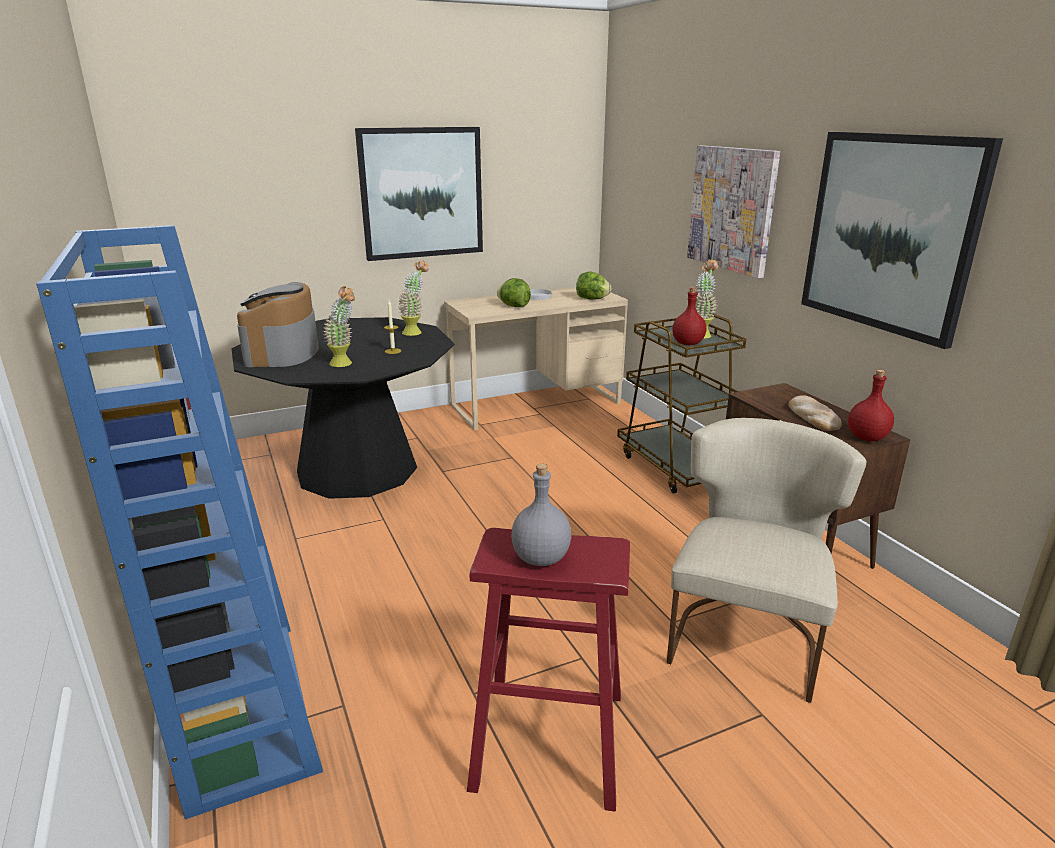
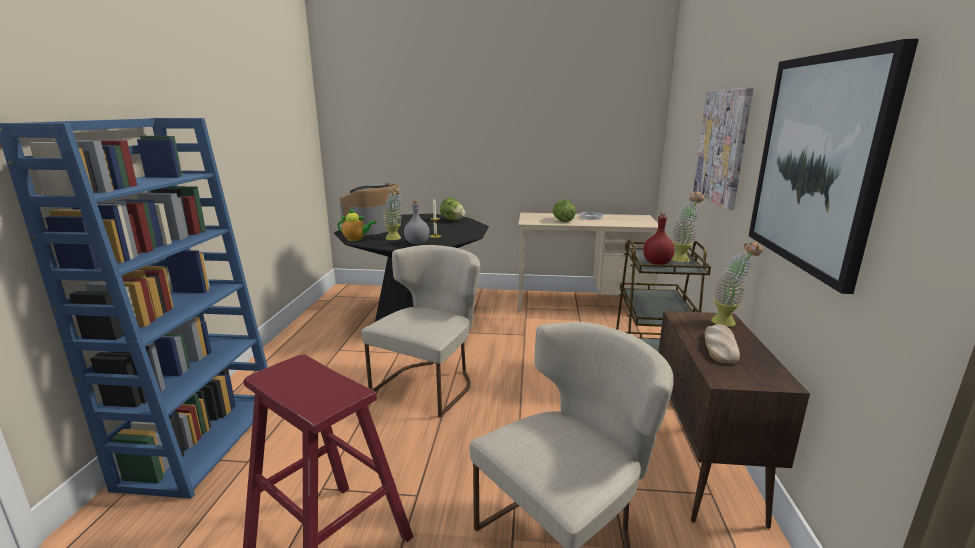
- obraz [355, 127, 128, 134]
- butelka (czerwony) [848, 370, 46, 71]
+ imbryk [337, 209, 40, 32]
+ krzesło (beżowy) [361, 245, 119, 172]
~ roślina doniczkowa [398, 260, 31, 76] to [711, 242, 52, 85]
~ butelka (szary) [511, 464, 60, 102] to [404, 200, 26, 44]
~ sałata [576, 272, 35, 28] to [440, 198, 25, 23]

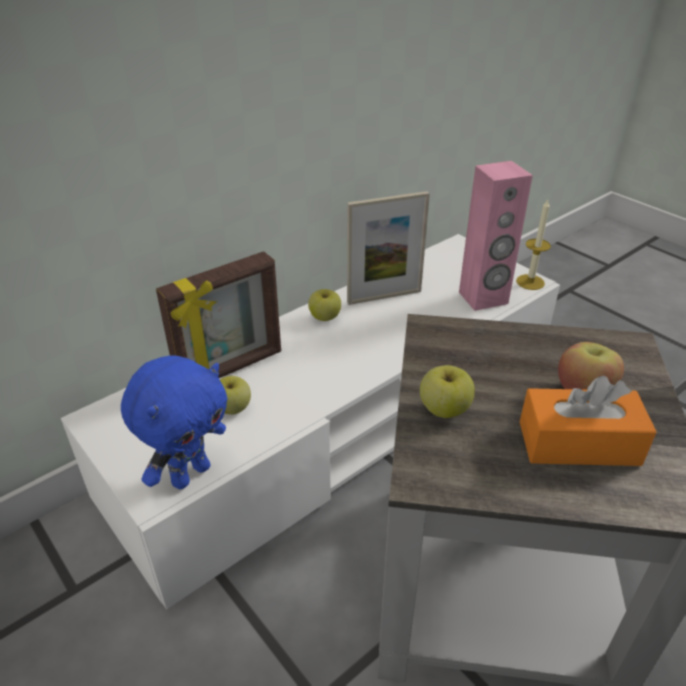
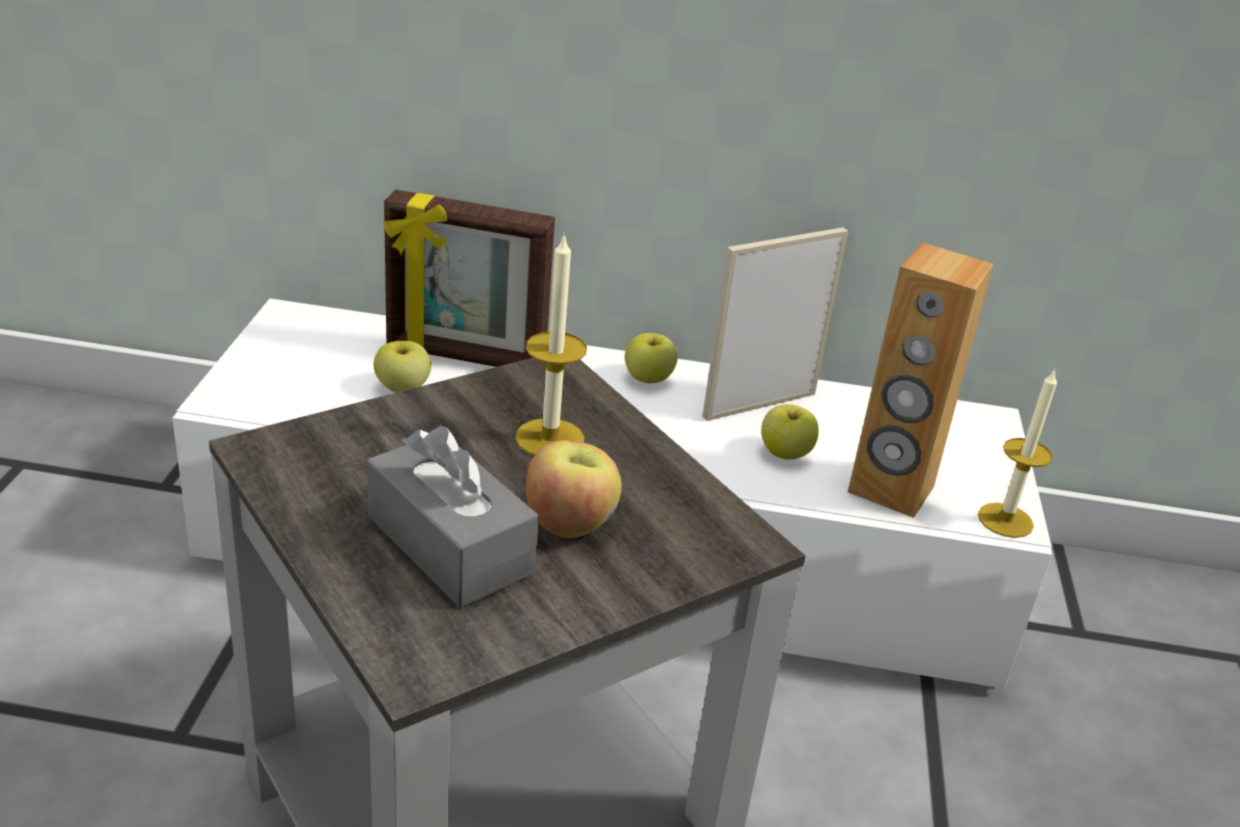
- pluszak (niebieski) [121, 355, 107, 134]
+ świeca [515, 233, 72, 223]
~ jabłko [420, 365, 55, 53] to [761, 404, 58, 56]
~ głośnik (różowy) [459, 161, 74, 150] to głośnik (brązowy) [848, 243, 145, 275]
~ pudełko chusteczek (pomarańczowy) [520, 376, 137, 90] to pudełko chusteczek (szary) [367, 426, 172, 182]
~ ramka na zdjęcie [347, 191, 83, 114] = [702, 227, 146, 194] 120 degrees clockwise

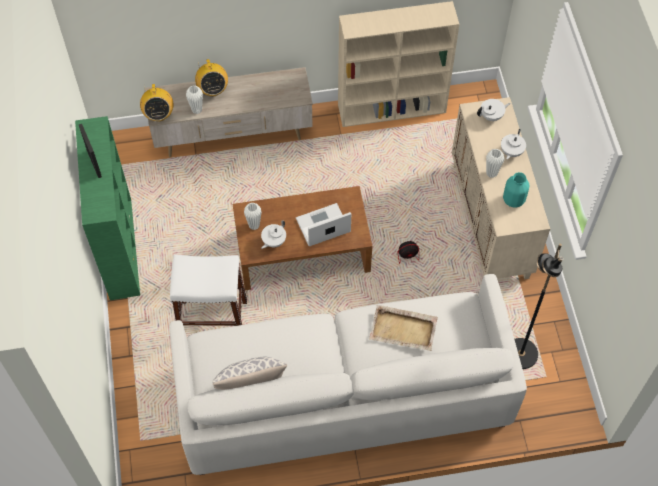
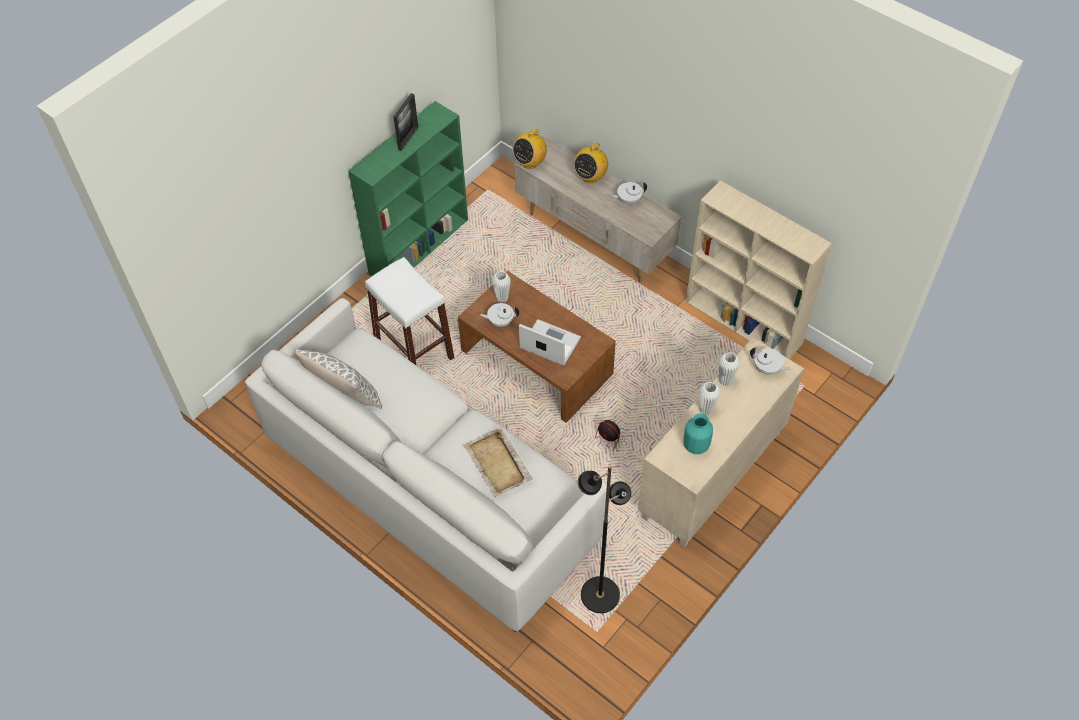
~ wazon (biały) [186, 86, 17, 28] to [719, 352, 21, 34]
~ imbryk (biały) [501, 128, 25, 31] to [611, 182, 36, 23]

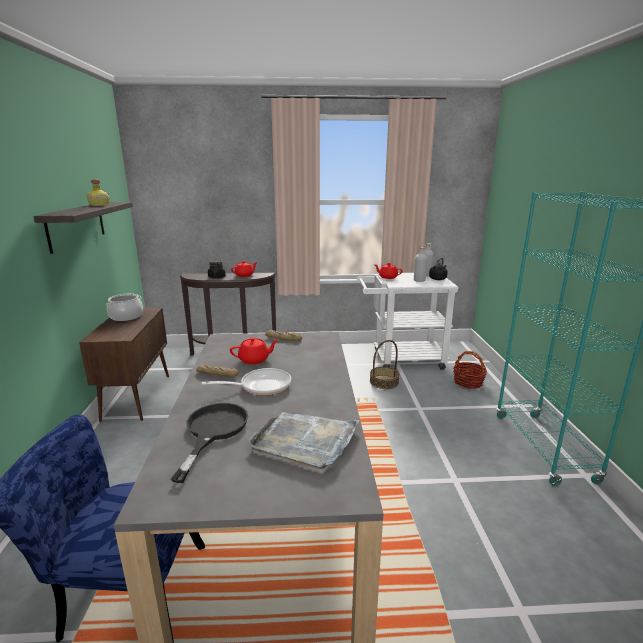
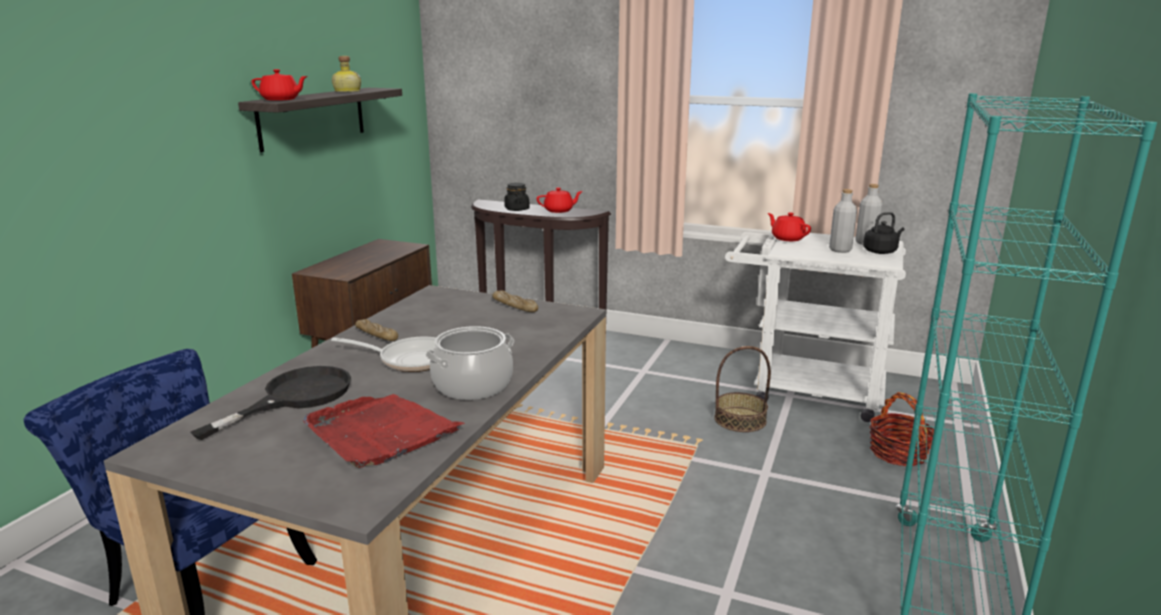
~ garnek [105, 294, 38, 27] to [425, 326, 89, 74]
~ imbryk (czerwony) [230, 337, 48, 27] to [252, 69, 55, 32]
~ taca (szary) [247, 412, 113, 57] to taca (czerwony) [303, 394, 162, 74]

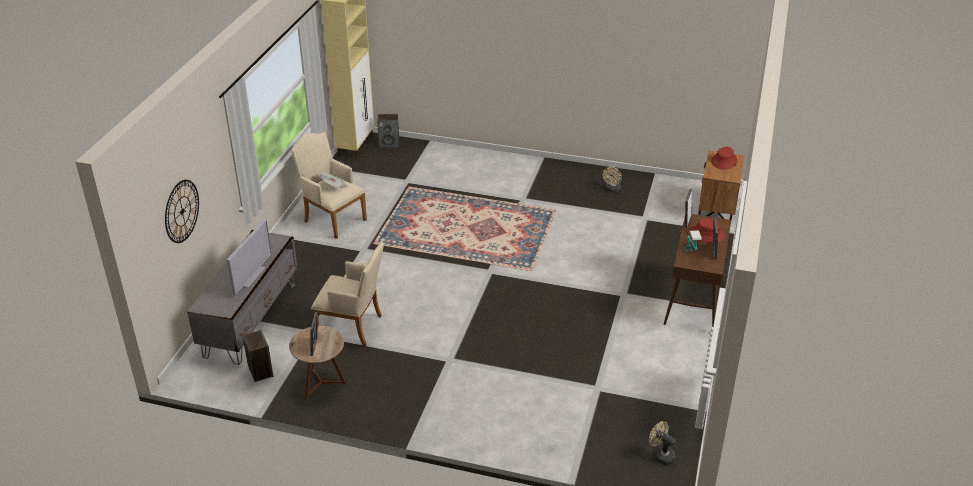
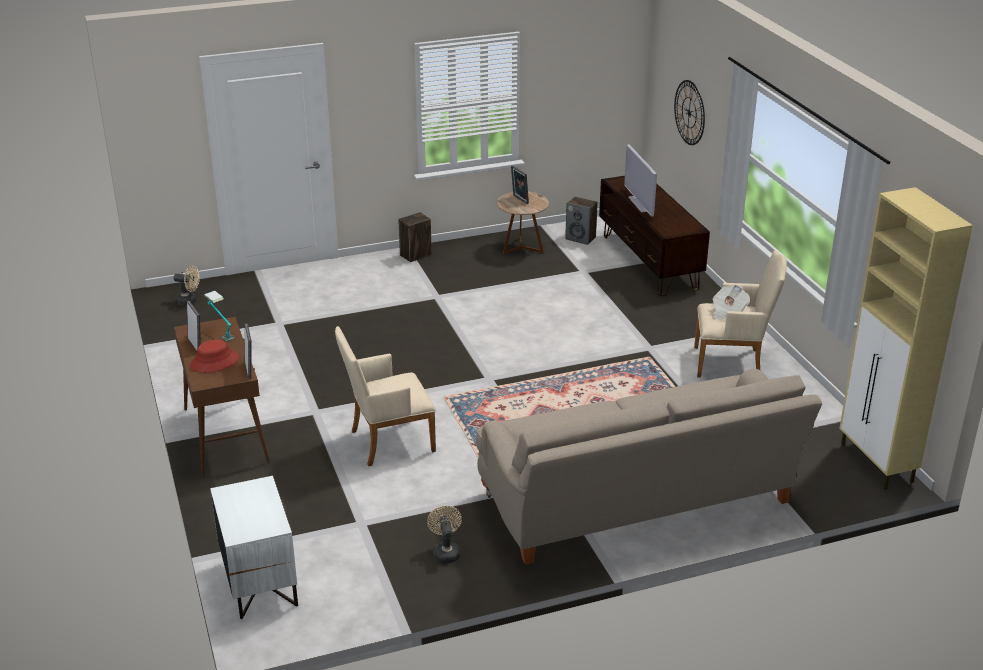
- kapelusz (czerwony) [711, 147, 27, 22]
+ kanapa (beżowy) [476, 369, 346, 196]
~ fotel (beżowy) [311, 241, 72, 105] to [335, 326, 101, 140]
~ głośnik [377, 114, 22, 34] to [398, 212, 34, 50]
~ szafka pod telewizor (szary) [187, 230, 111, 135] to szafka pod telewizor (brązowy) [599, 176, 111, 120]
~ szafka nocna (brązowy) [698, 150, 47, 70] to szafka nocna (biały) [210, 476, 88, 143]

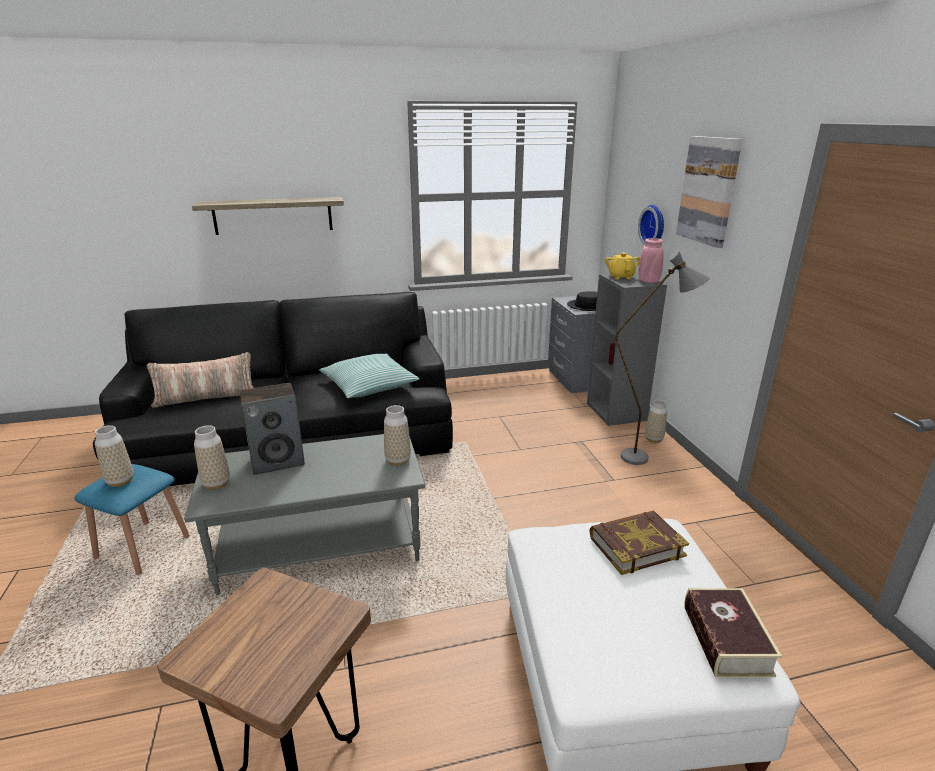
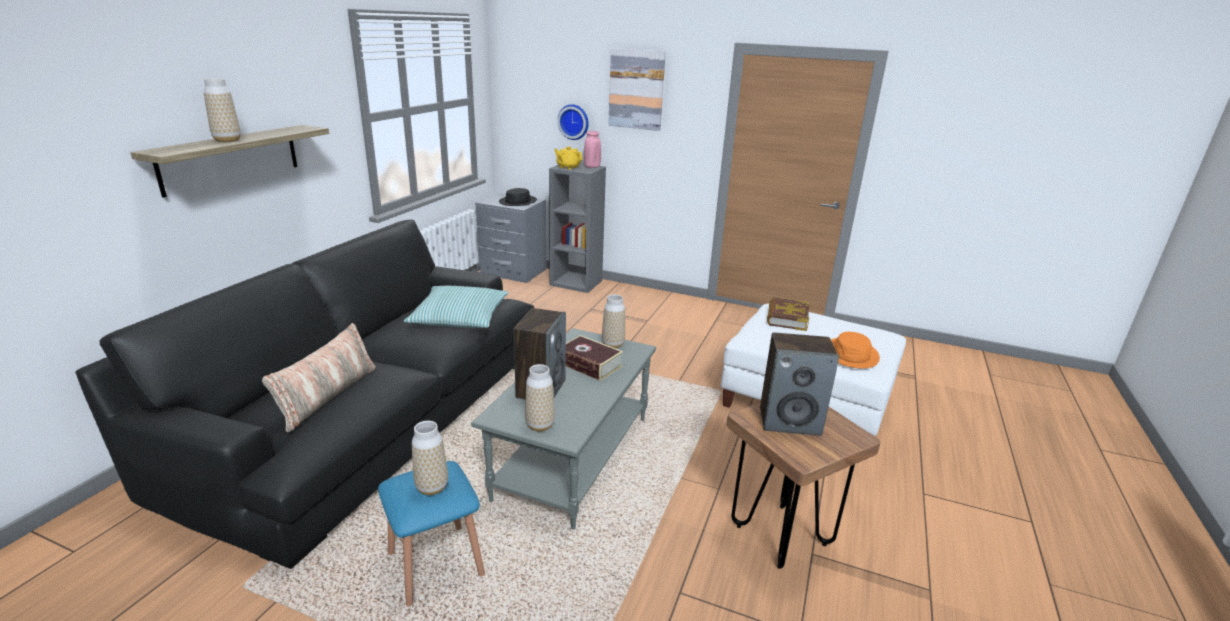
- lampa stojąca (szary) [615, 250, 95, 215]
+ głośnik [760, 332, 79, 104]
+ kapelusz (pomarańczowy) [831, 332, 49, 37]
~ wazon [645, 399, 22, 44] to [204, 78, 37, 64]
~ książka [684, 588, 98, 89] to [566, 335, 57, 46]

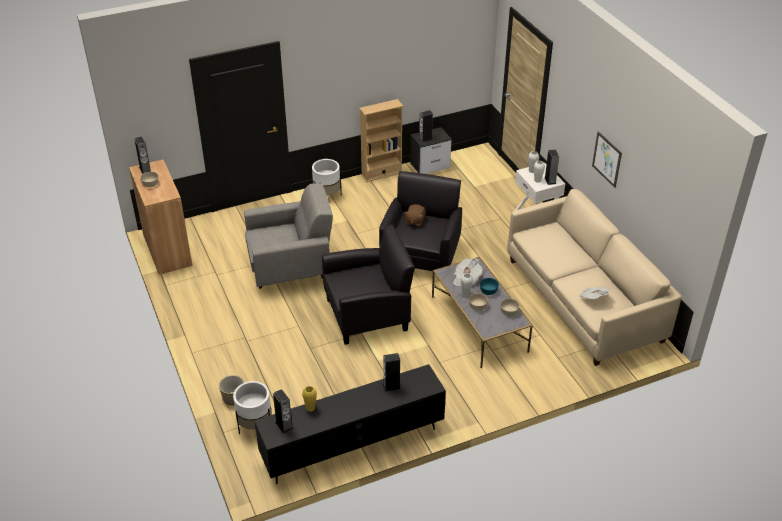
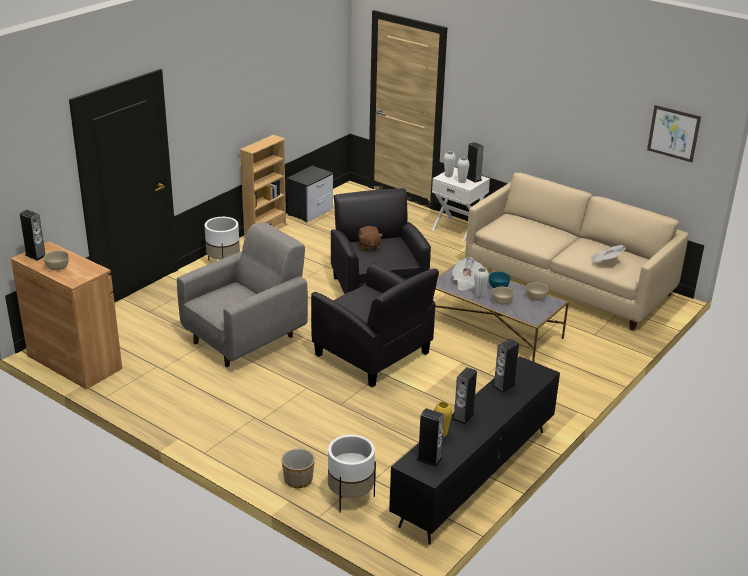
~ głośnik [419, 110, 14, 33] to [453, 367, 24, 58]
~ obraz [592, 131, 30, 57] to [647, 105, 54, 57]
~ fotel (czarny) [322, 225, 93, 120] = [311, 263, 128, 124] 90 degrees clockwise

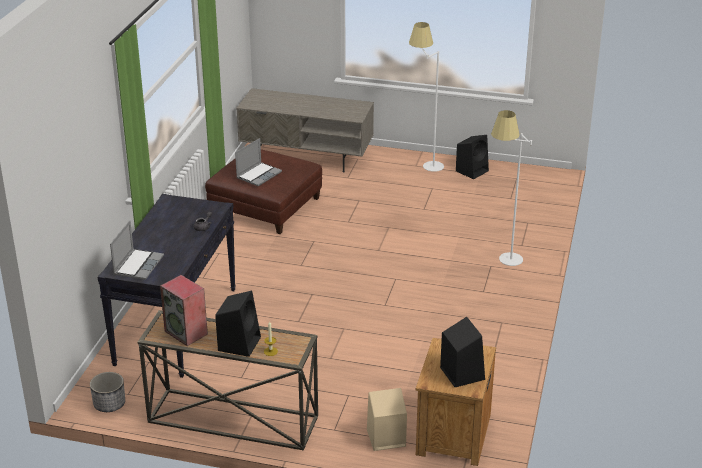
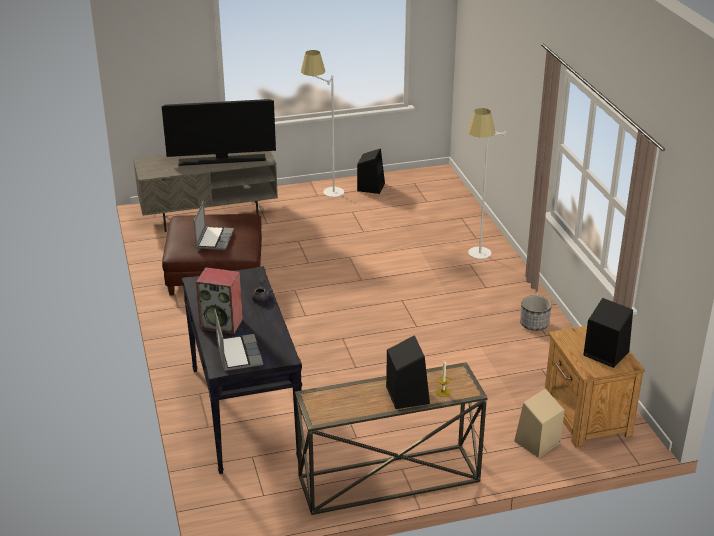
+ telewizor [162, 99, 114, 67]
~ donica [90, 372, 35, 40] to [520, 295, 32, 36]
~ głośnik [160, 275, 48, 71] to [196, 267, 47, 67]

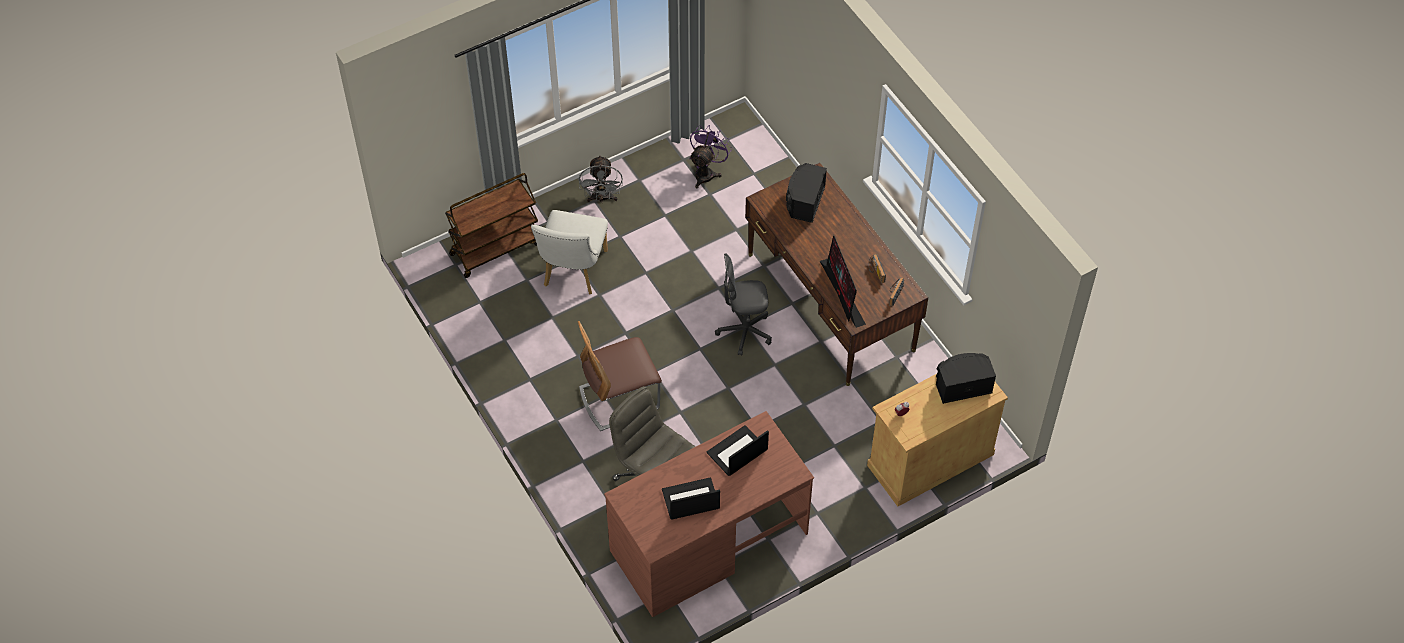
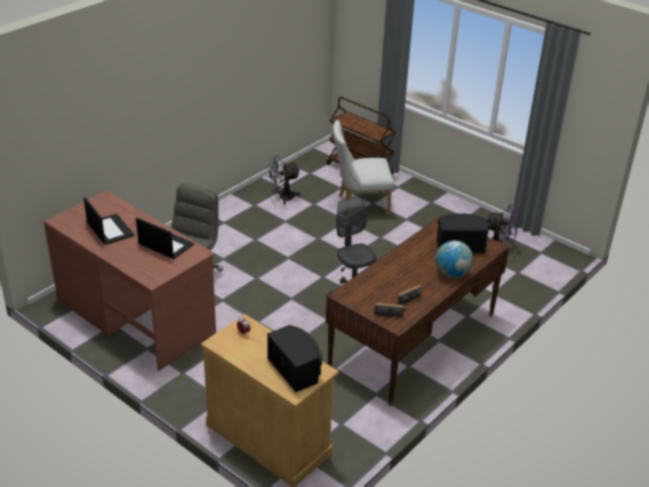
- krzesło [578, 321, 84, 110]
- monitor [820, 235, 46, 93]
+ globus [436, 240, 37, 37]
~ wentylator (szary) [579, 155, 44, 48] to [267, 156, 33, 49]

